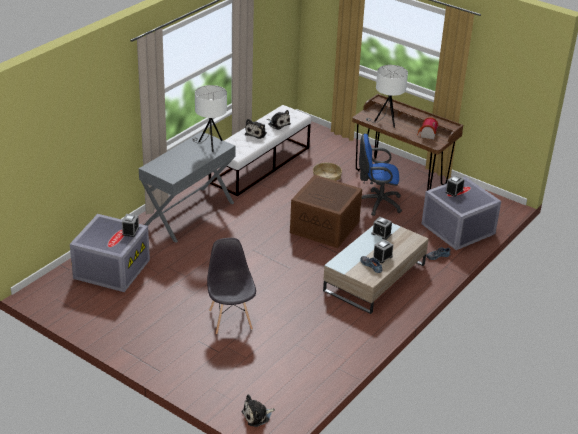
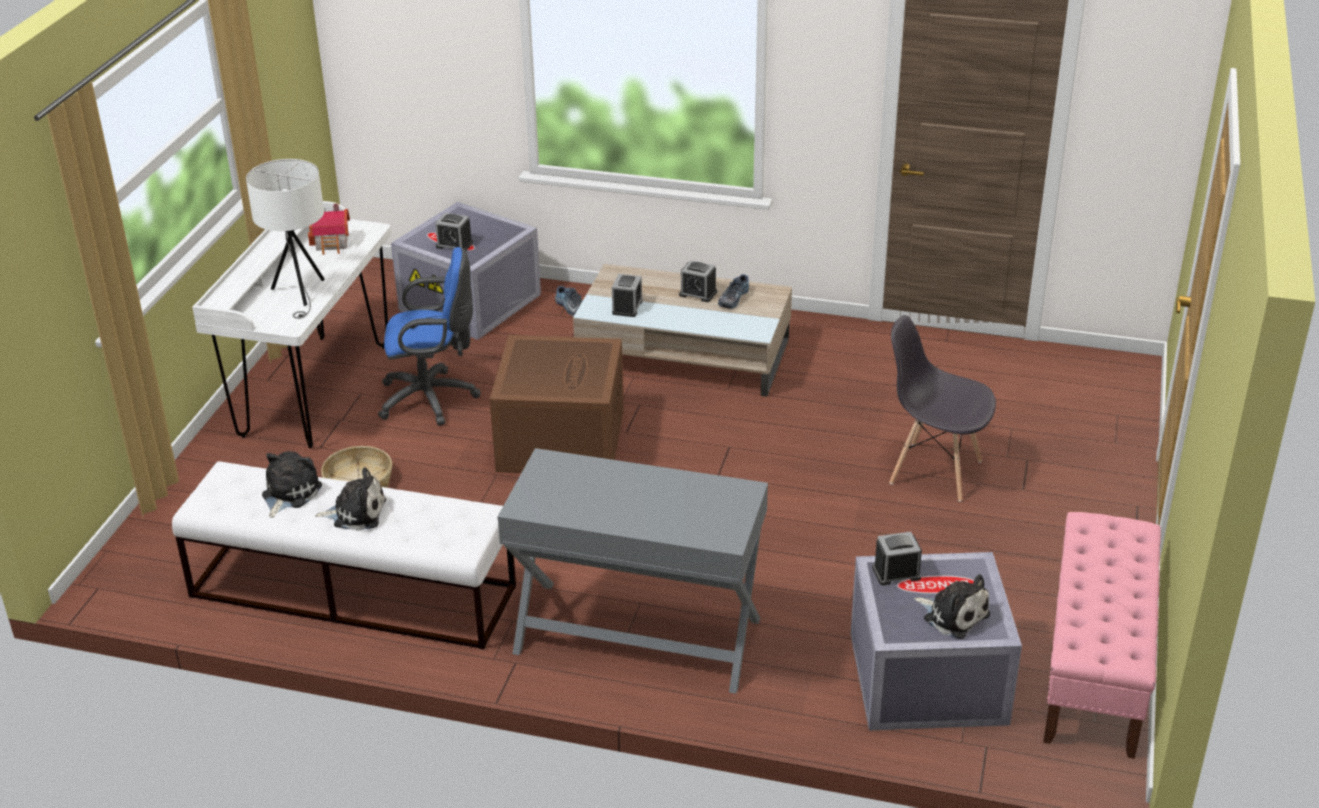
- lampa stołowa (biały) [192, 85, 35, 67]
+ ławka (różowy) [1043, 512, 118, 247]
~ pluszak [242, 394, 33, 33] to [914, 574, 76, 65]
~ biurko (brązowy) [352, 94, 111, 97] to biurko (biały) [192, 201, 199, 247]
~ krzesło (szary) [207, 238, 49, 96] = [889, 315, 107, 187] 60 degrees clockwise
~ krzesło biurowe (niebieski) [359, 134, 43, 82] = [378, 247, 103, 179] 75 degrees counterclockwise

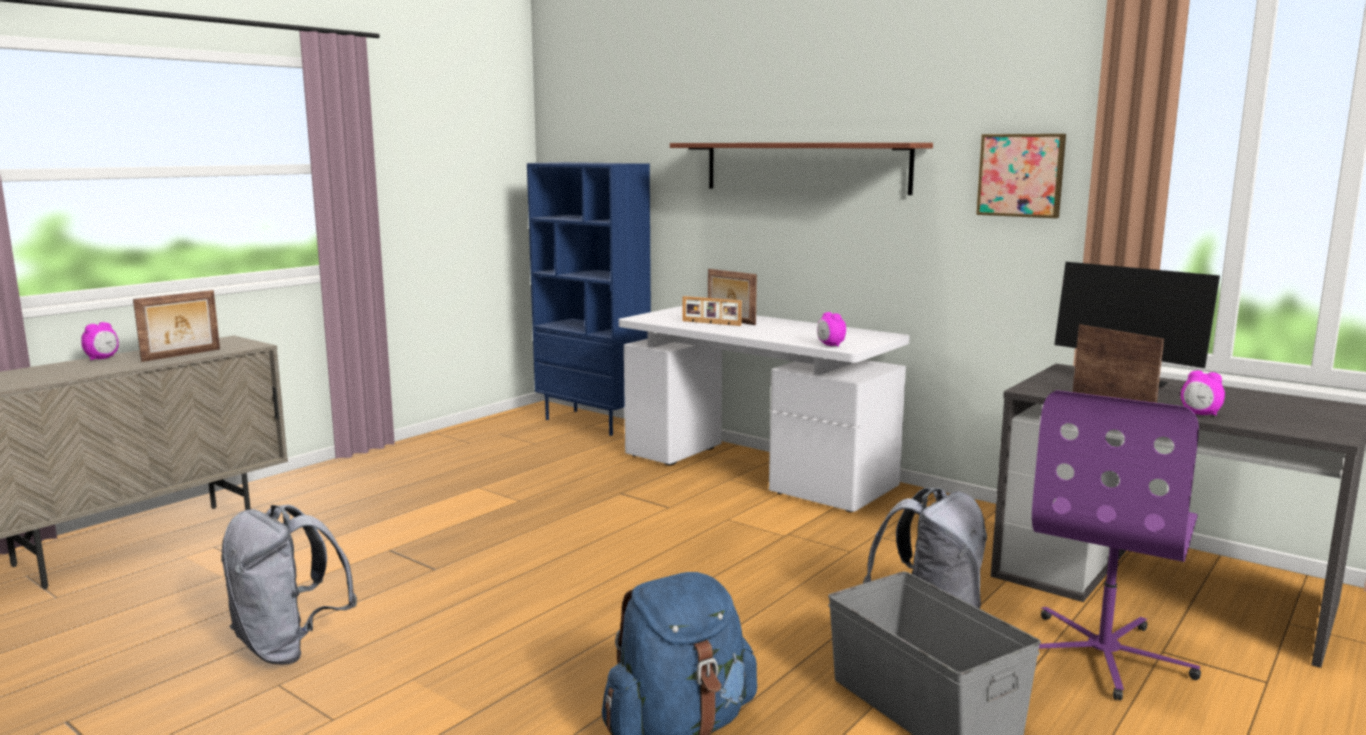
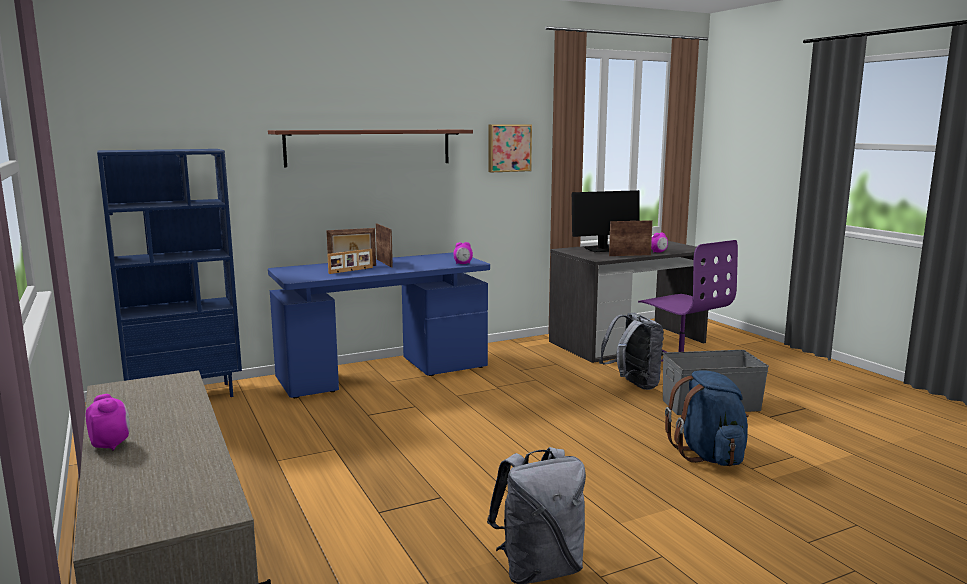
~ ramka na zdjęcie [133, 290, 87, 72] to [376, 223, 17, 44]
~ biurko (biały) [619, 306, 291, 206] to biurko (niebieski) [268, 252, 222, 146]

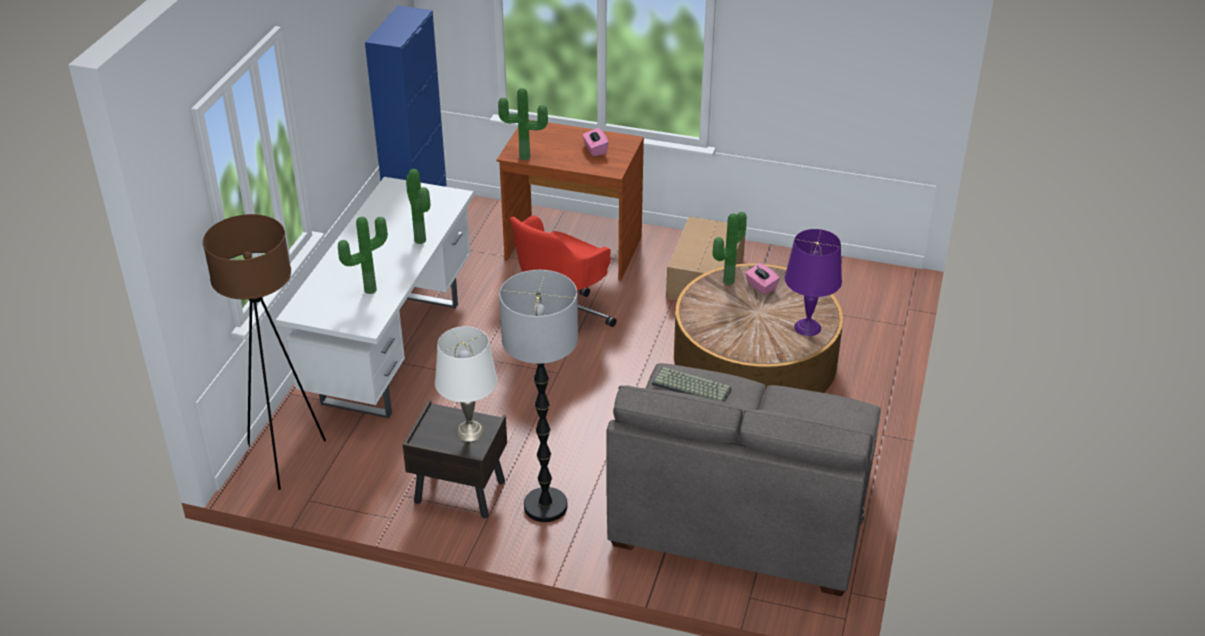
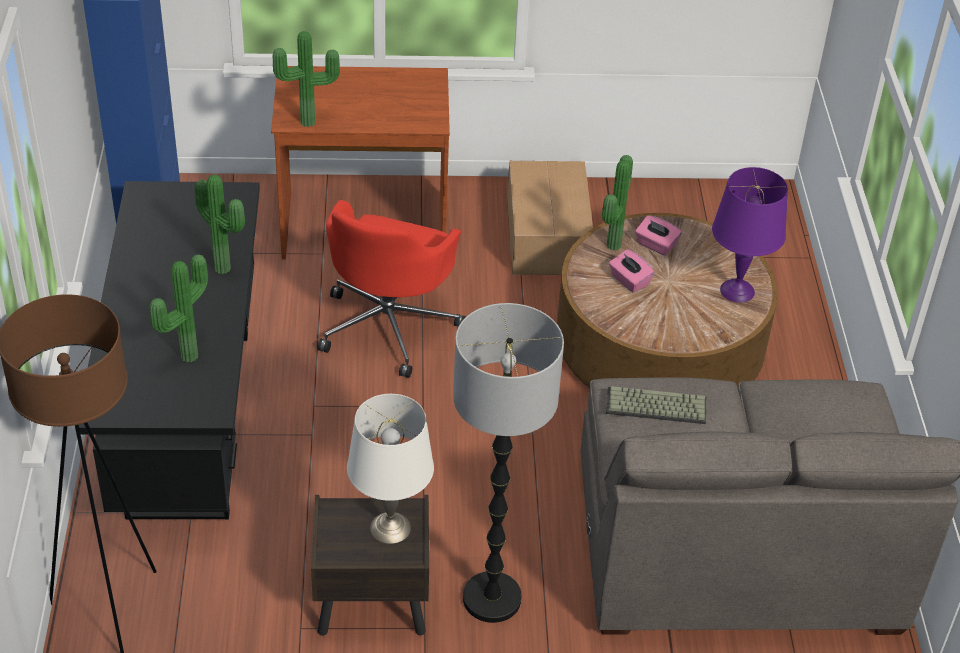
~ pudełko chusteczek (różowy) [583, 128, 26, 28] to [609, 249, 45, 44]
~ biurko (biały) [276, 177, 198, 242] to biurko (czarny) [79, 181, 181, 339]

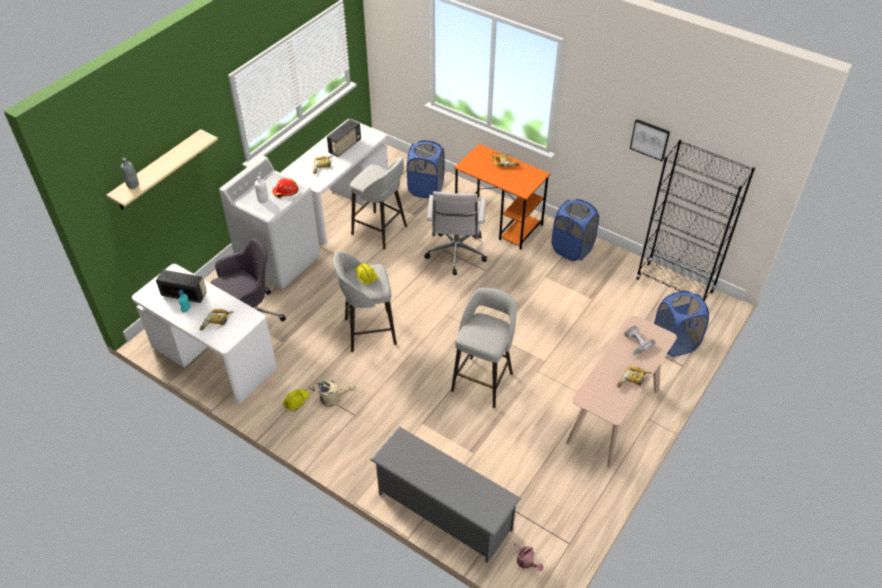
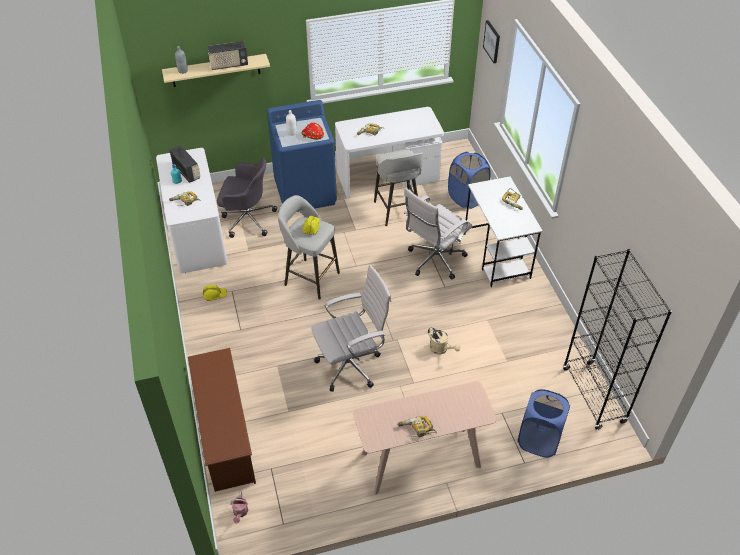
- kosz na pranie (niebieski) [552, 199, 47, 62]
- wiertarka [624, 325, 31, 30]
~ konewka (beżowy) [313, 380, 43, 27] to [428, 327, 33, 27]
~ radio [327, 119, 34, 38] to [208, 41, 40, 29]
~ obraz [630, 119, 40, 42] to [483, 20, 17, 43]
~ stołek (szary) [451, 288, 66, 120] to krzesło biurowe (biały) [311, 265, 80, 127]
~ pralka (biały) [219, 156, 101, 133] to pralka (niebieski) [267, 100, 70, 112]
~ regał na buty (szary) [371, 426, 150, 137] to regał na buty (brązowy) [188, 348, 68, 144]
~ biurko (pomarańczowy) [454, 144, 96, 106] to biurko (biały) [464, 176, 79, 111]

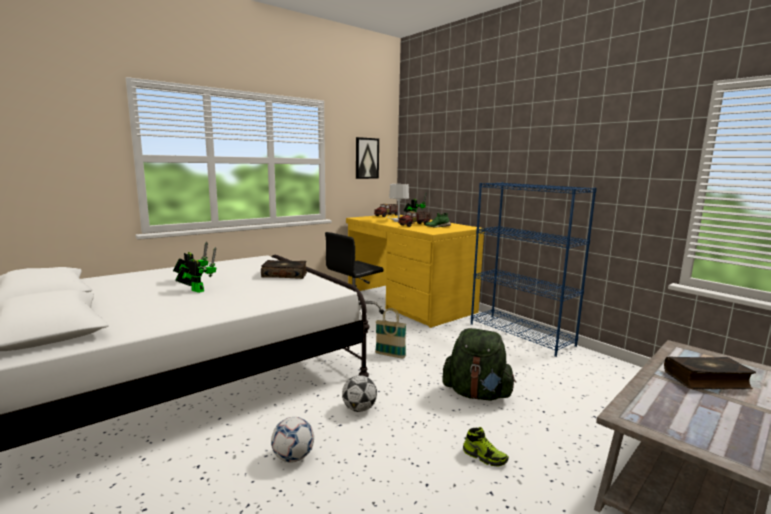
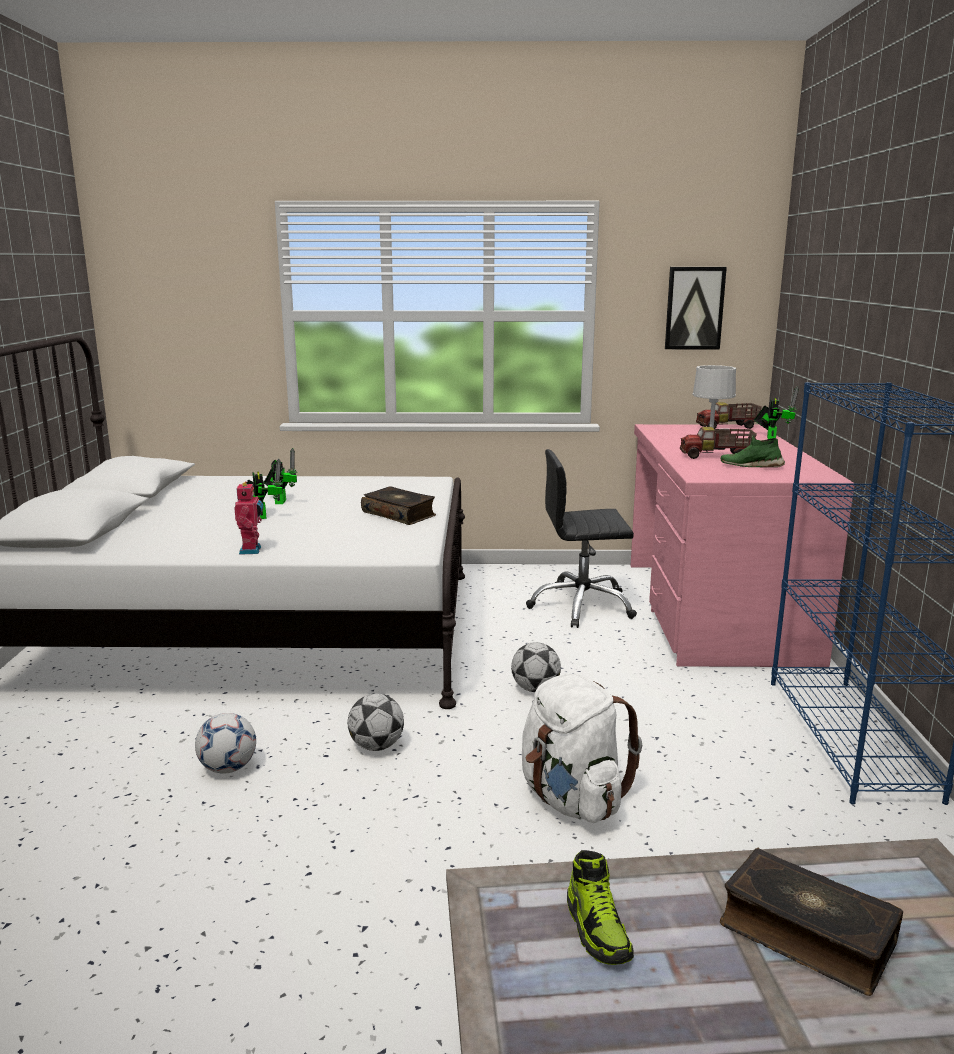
+ robot zabawkowy [234, 481, 29, 74]
~ but [463, 427, 46, 40] to [567, 850, 67, 115]
~ koszyk [375, 308, 32, 50] to piłka futbolowa [511, 642, 50, 50]
~ biurko (żółty) [346, 214, 138, 114] to biurko (różowy) [630, 424, 224, 243]
~ plecak (zielony) [442, 328, 74, 72] to plecak (biały) [522, 673, 120, 150]

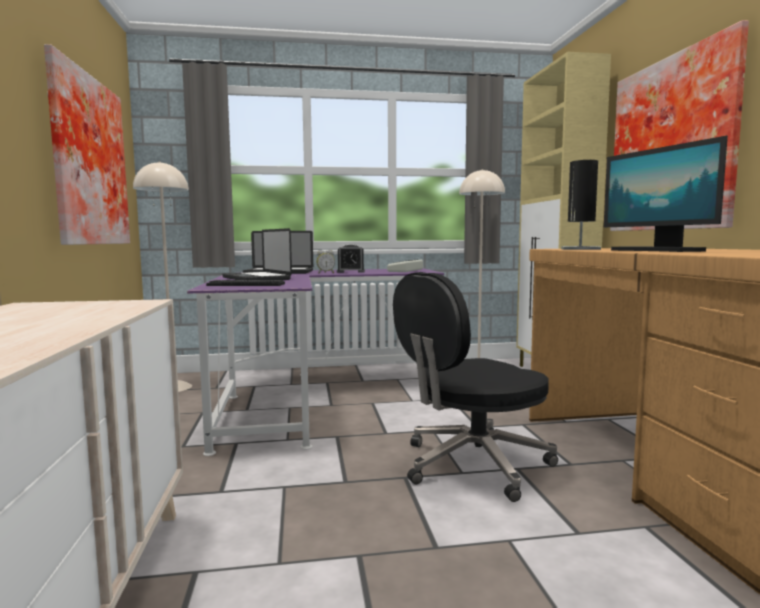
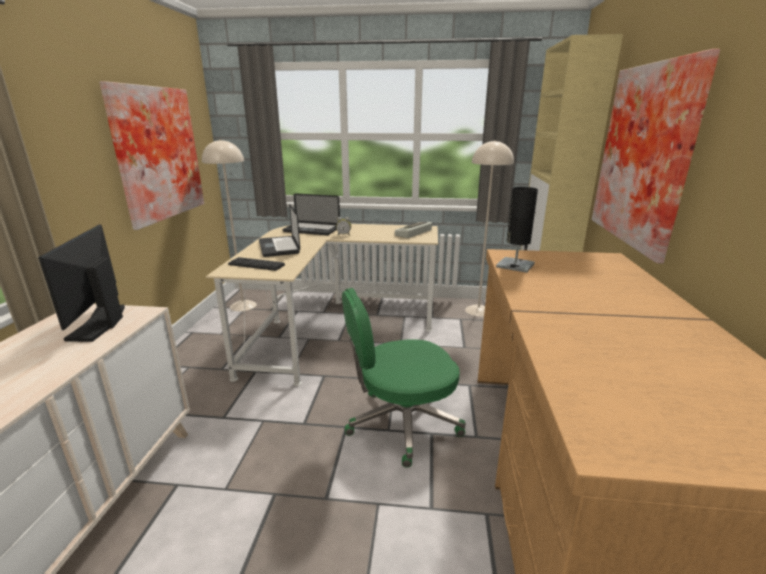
- budzik [337, 244, 28, 29]
~ monitor [604, 136, 124, 116] to [38, 224, 87, 118]
~ biurko (fioletowy) [187, 269, 257, 187] to biurko (beżowy) [206, 224, 232, 162]
~ krzesło biurowe (czarny) [393, 272, 165, 230] to krzesło biurowe (zielony) [342, 288, 124, 180]

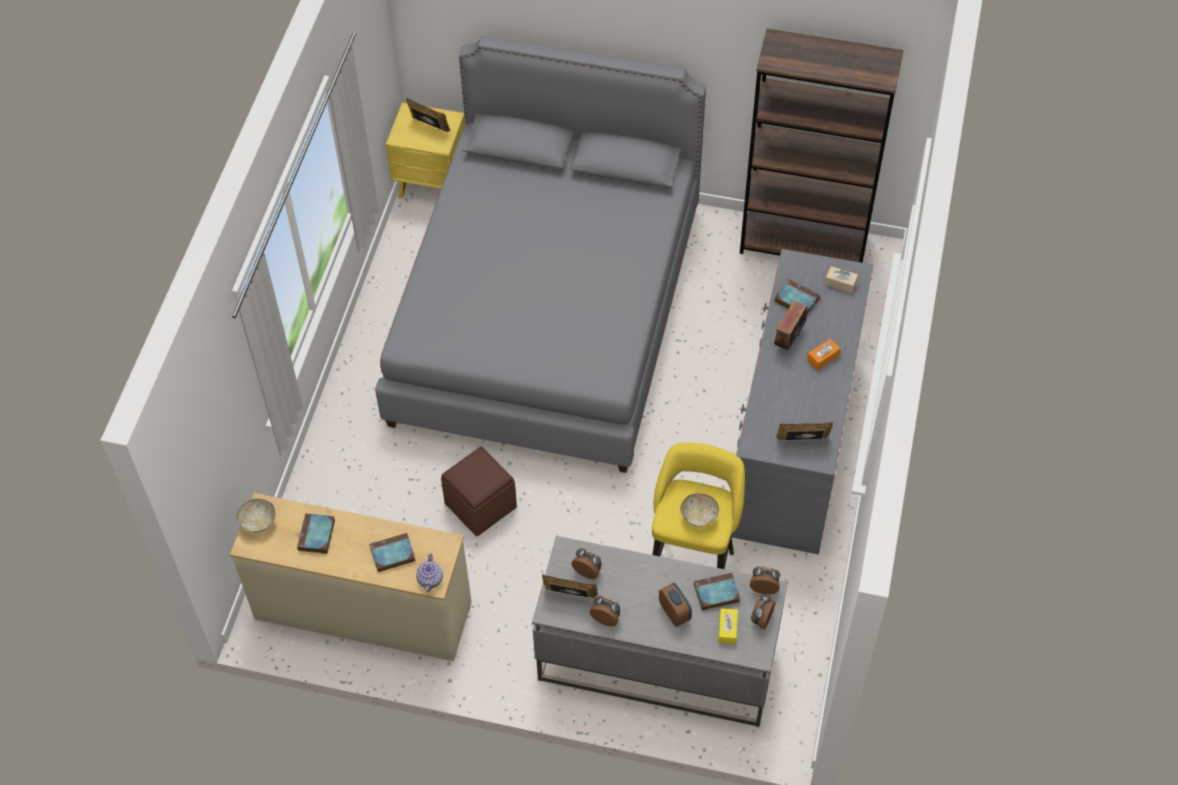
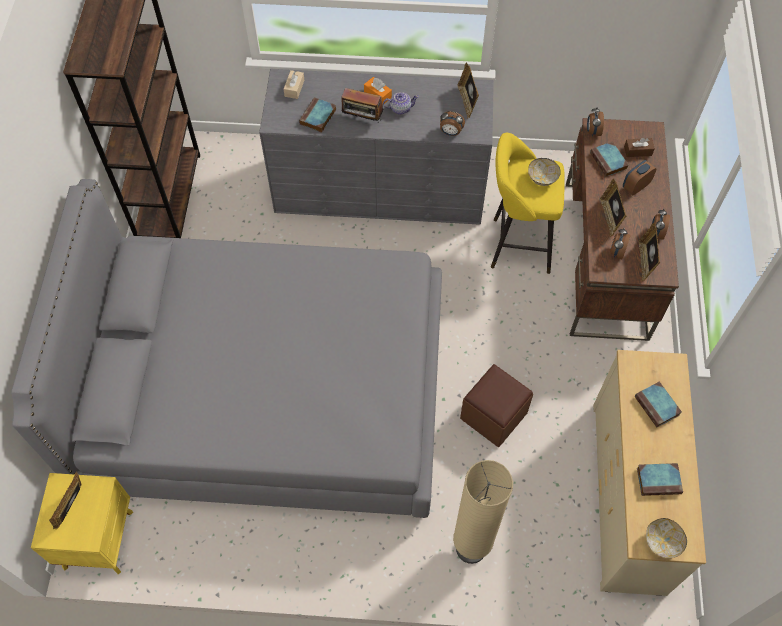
+ lampa stojąca (beżowy) [453, 460, 60, 104]
+ ramka na zdjęcie [600, 179, 27, 58]
~ imbryk [416, 553, 27, 38] to [383, 92, 36, 22]
~ budzik [751, 594, 24, 35] to [440, 111, 25, 25]
~ biurko (szary) [532, 536, 256, 191] to biurko (brązowy) [566, 118, 113, 223]
~ pudełko chusteczek (żółty) [718, 608, 20, 36] to pudełko chusteczek (brązowy) [624, 138, 31, 19]

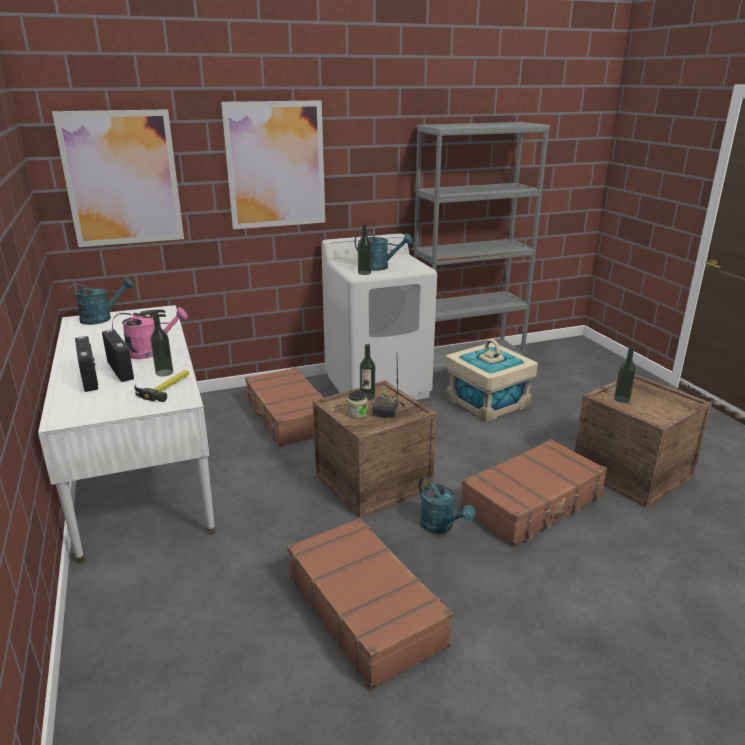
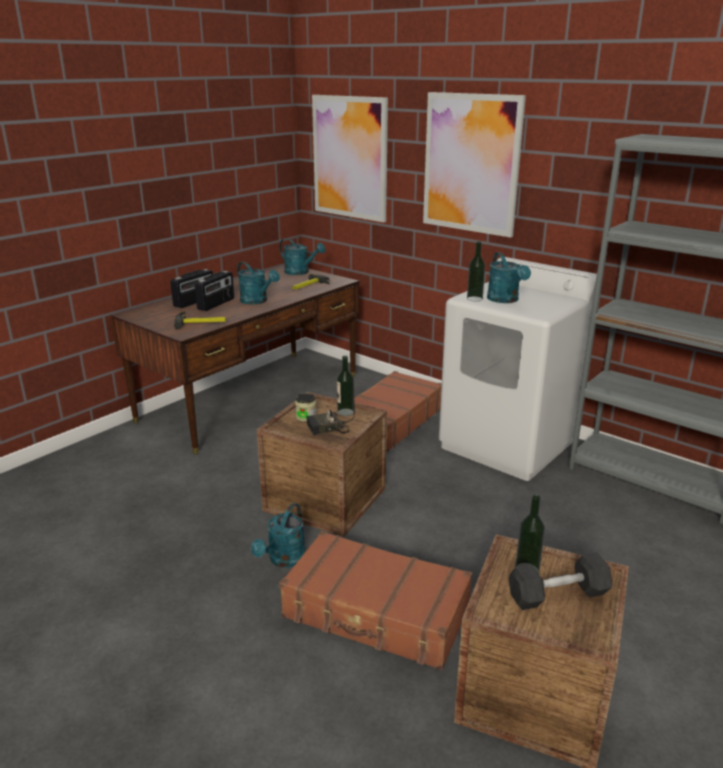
- butelka [150, 314, 23, 63]
- walizka (brązowy) [287, 518, 166, 172]
- pojemnik do przechowywania (beżowy) [446, 339, 92, 83]
+ hantel (szary) [509, 552, 103, 58]
~ biurko (biały) [38, 305, 177, 259] to biurko (brązowy) [111, 266, 248, 189]
~ konewka (różowy) [112, 307, 76, 52] to konewka (turkusowy) [237, 262, 43, 42]

